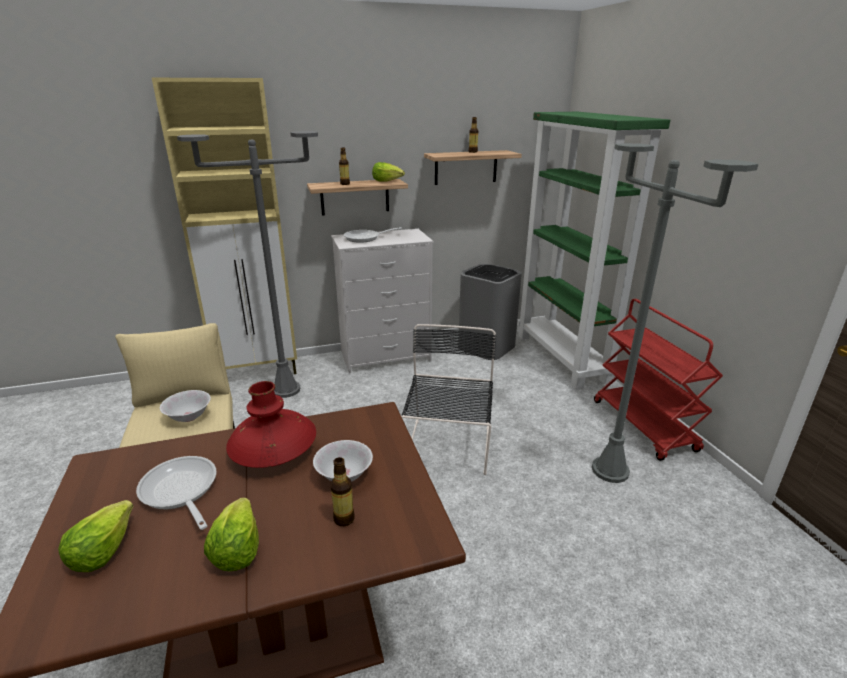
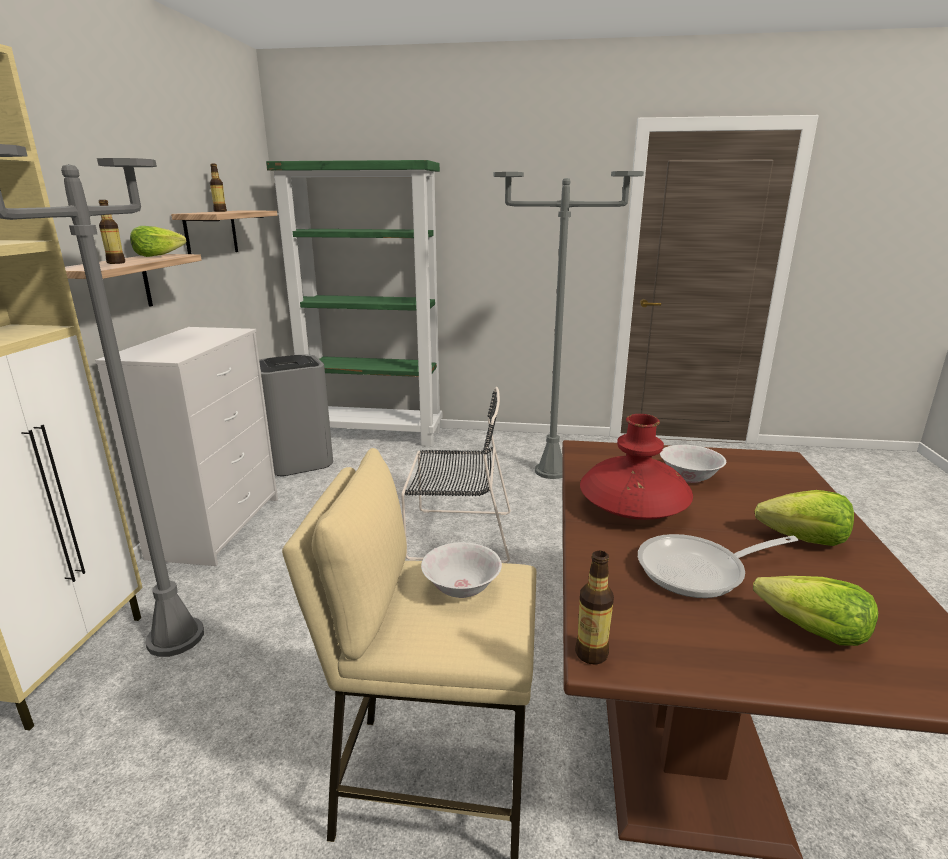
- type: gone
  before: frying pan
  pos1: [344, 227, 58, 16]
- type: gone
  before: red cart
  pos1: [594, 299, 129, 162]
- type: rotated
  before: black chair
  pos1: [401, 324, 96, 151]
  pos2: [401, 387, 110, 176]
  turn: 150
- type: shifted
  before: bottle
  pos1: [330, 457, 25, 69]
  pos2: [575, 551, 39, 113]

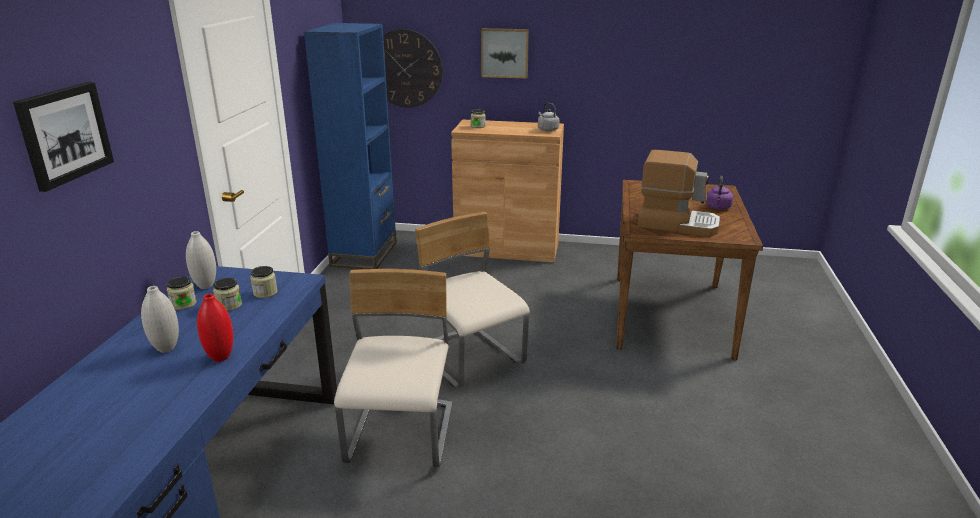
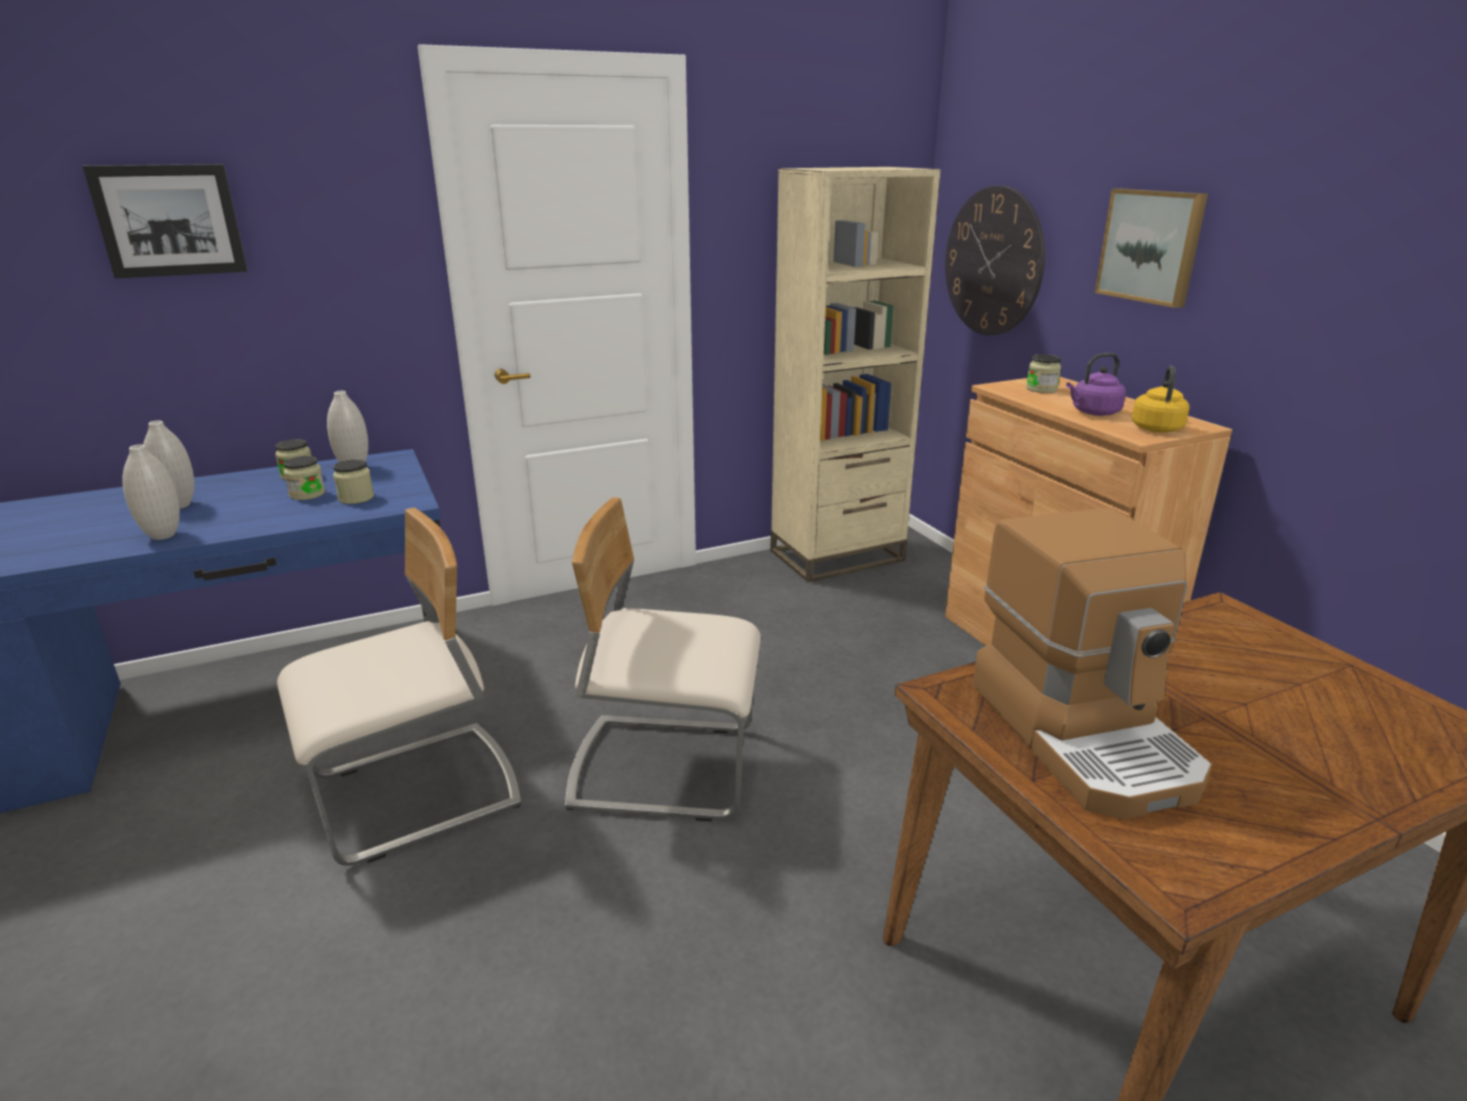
- type: repainted
  before: blue bookcase
  after: beige bookcase
  pos1: [304, 23, 93, 246]
  pos2: [771, 167, 170, 415]
- type: repainted
  before: grey kettle
  after: yellow kettle
  pos1: [538, 103, 22, 28]
  pos2: [1132, 366, 58, 67]
- type: shifted
  before: purple kettle
  pos1: [706, 176, 27, 34]
  pos2: [1066, 353, 60, 63]
- type: rotated
  before: beige chair
  pos1: [415, 212, 115, 177]
  pos2: [565, 497, 196, 324]
  turn: -105
- type: repainted
  before: red vase
  after: white vase
  pos1: [197, 294, 37, 68]
  pos2: [122, 445, 58, 95]

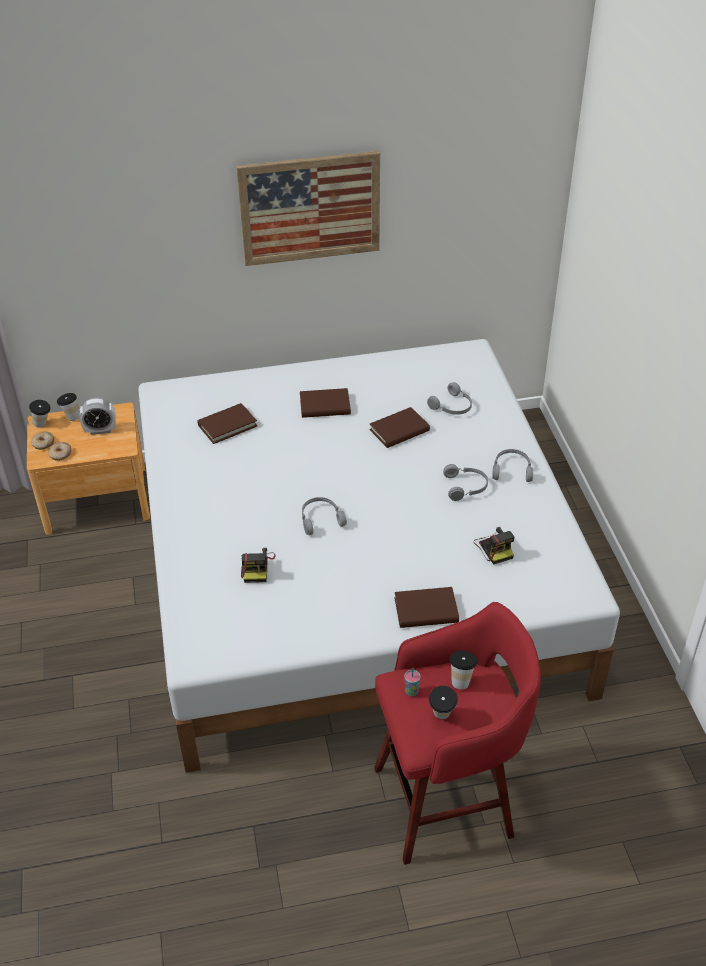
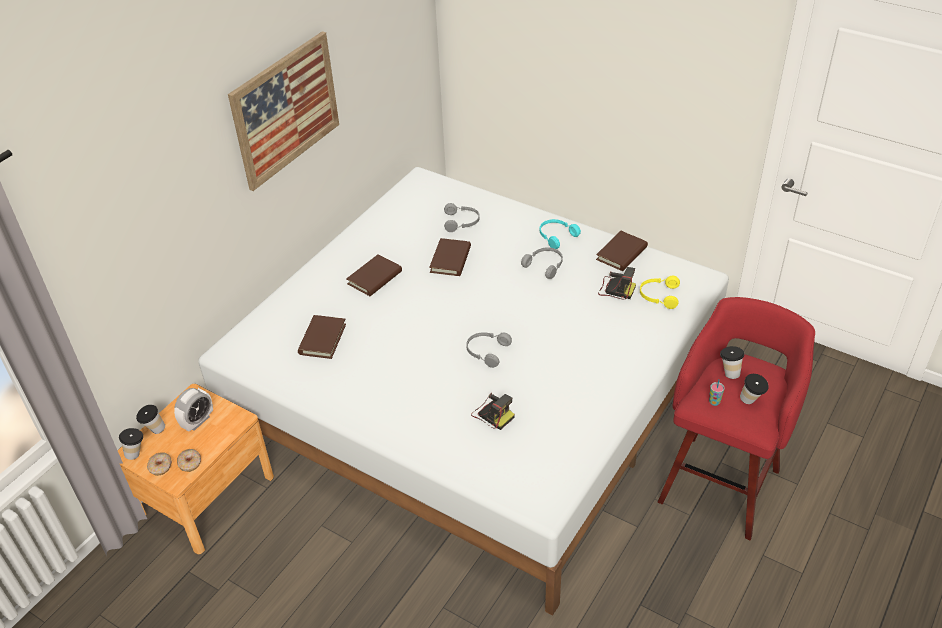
- type: repainted
  before: grey headphones
  after: turquoise headphones
  pos1: [492, 449, 41, 33]
  pos2: [540, 219, 41, 30]
- type: shifted
  before: brown book
  pos1: [395, 587, 64, 41]
  pos2: [596, 231, 52, 40]
- type: new
  after: yellow headphones
  pos2: [640, 276, 40, 33]

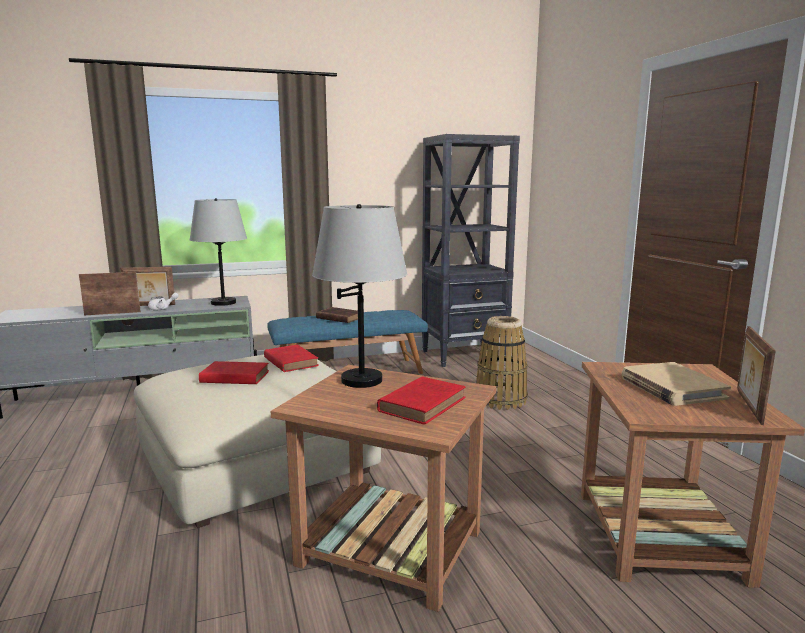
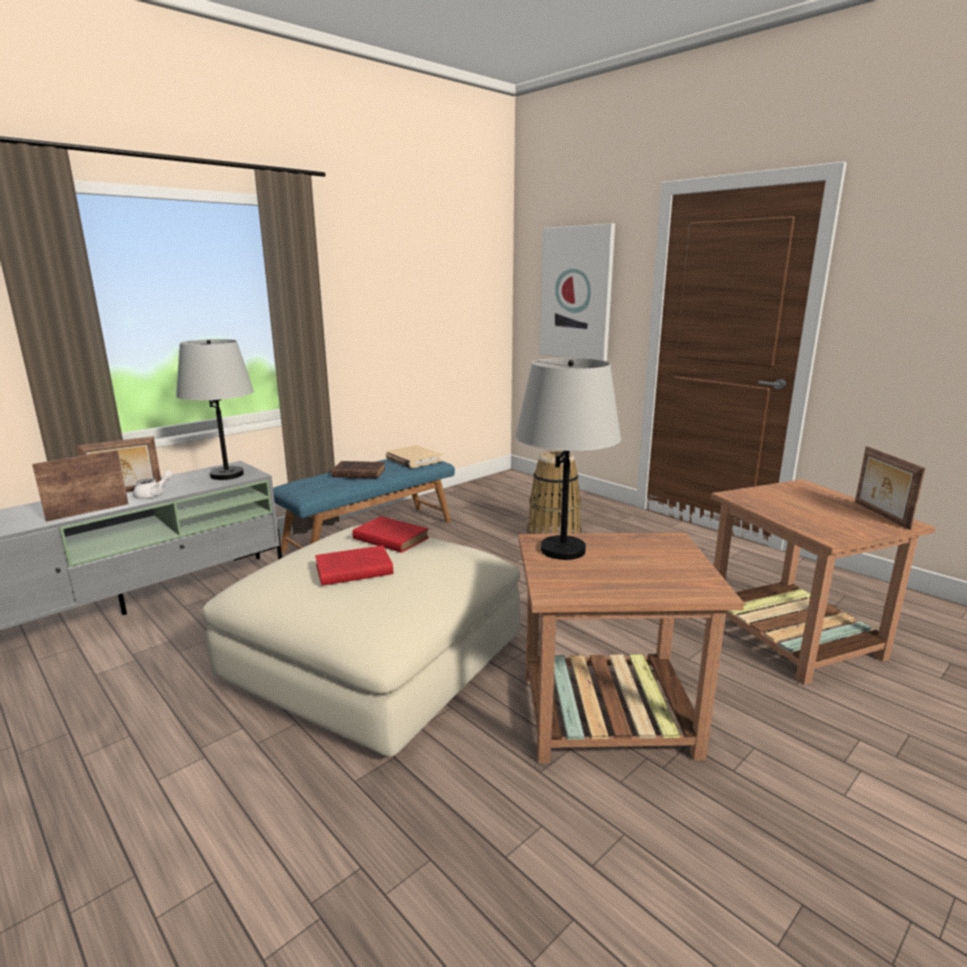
- type: gone
  before: black bookcase
  pos1: [422, 134, 98, 233]
- type: shifted
  before: beige book
  pos1: [622, 362, 109, 44]
  pos2: [386, 445, 56, 23]
- type: gone
  before: red book
  pos1: [377, 376, 89, 49]
- type: new
  after: picture
  pos2: [540, 223, 75, 138]

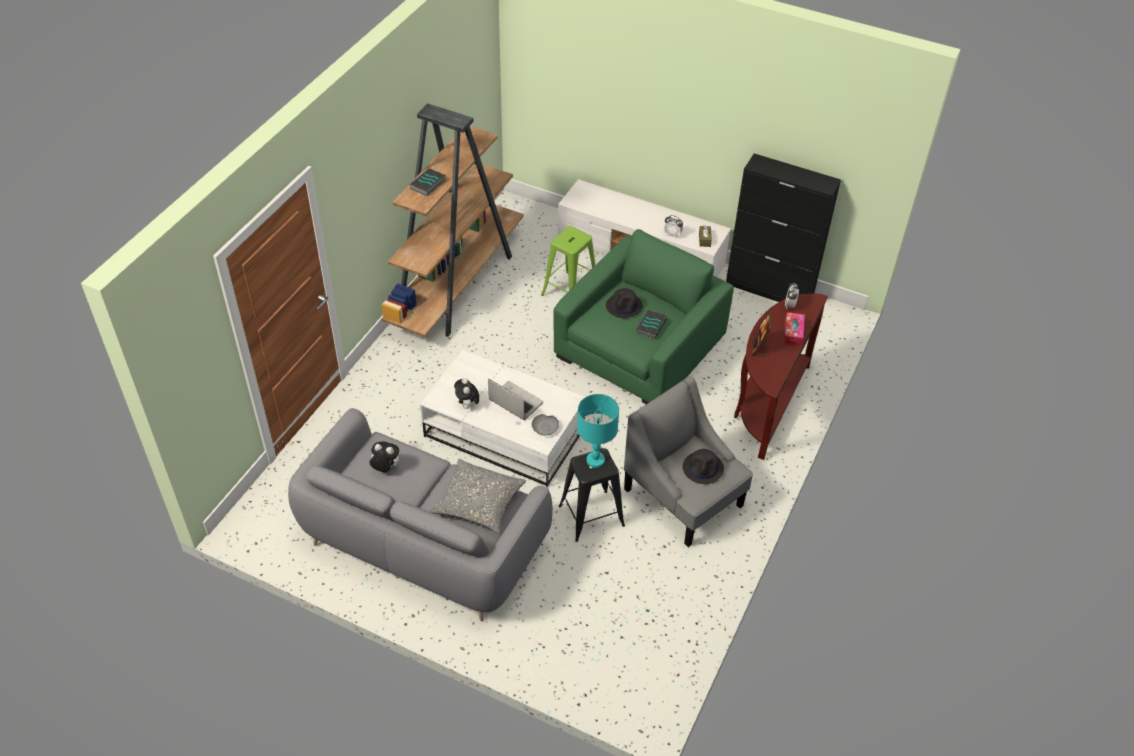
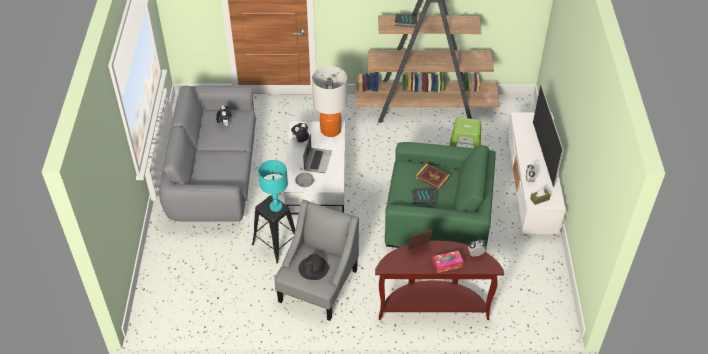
- type: gone
  before: black cabinet
  pos1: [726, 153, 115, 149]
- type: swapped
  before: black hat
  after: book
  pos1: [606, 288, 37, 30]
  pos2: [416, 163, 34, 27]
- type: gone
  before: grey pillow
  pos1: [430, 459, 96, 75]
- type: new
  after: table lamp
  pos2: [312, 66, 35, 71]
- type: new
  after: television
  pos2: [533, 84, 30, 104]

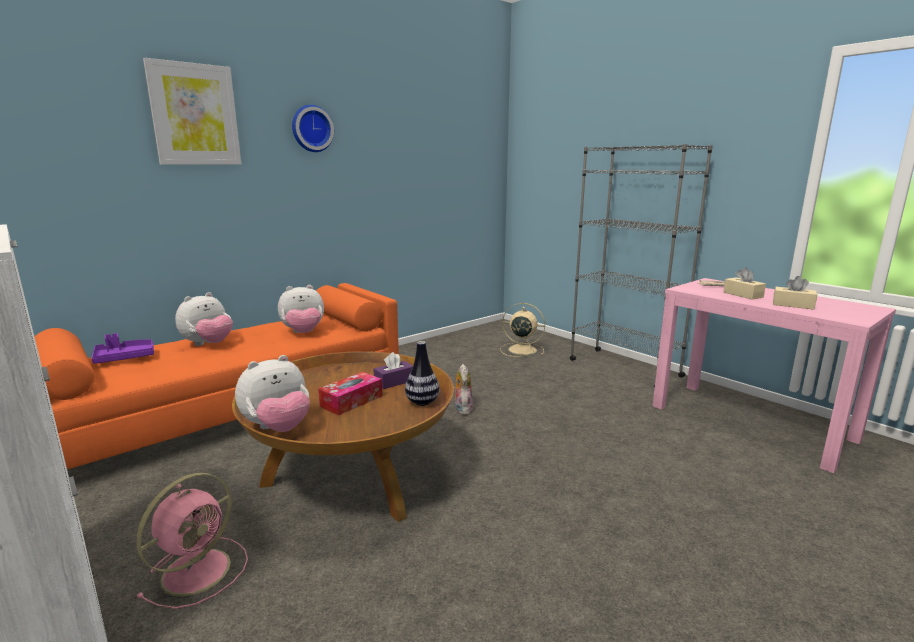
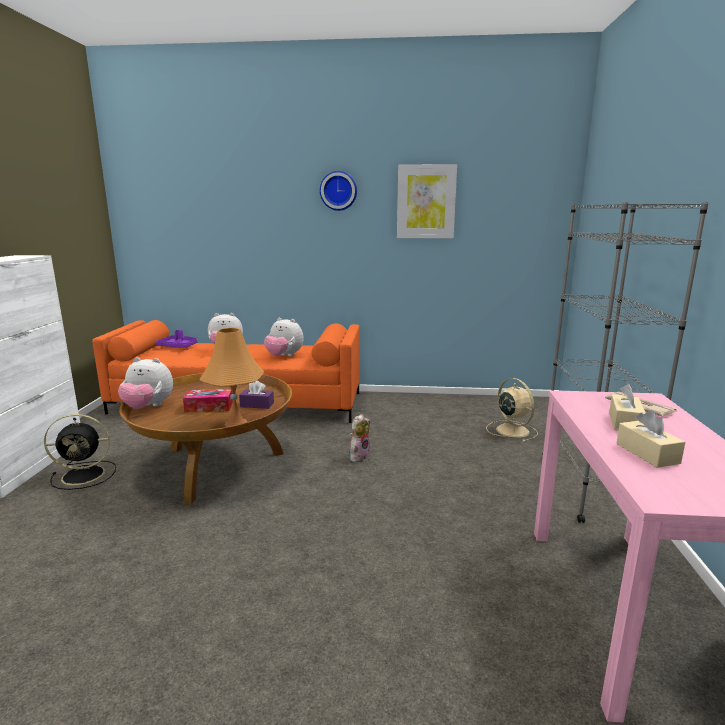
- type: shifted
  before: picture
  pos1: [143, 58, 98, 107]
  pos2: [397, 164, 60, 74]
- type: swapped
  before: vase
  after: orange table lamp
  pos1: [405, 341, 35, 65]
  pos2: [199, 328, 65, 99]
- type: repainted
  before: pink fan
  after: black fan
  pos1: [136, 473, 112, 136]
  pos2: [44, 414, 72, 76]

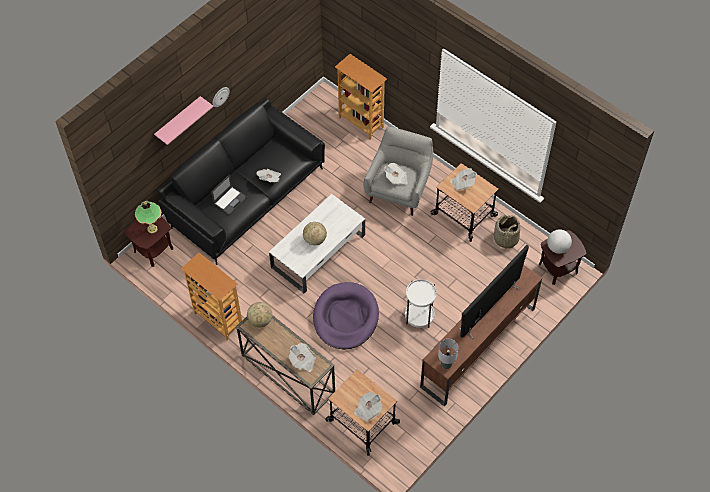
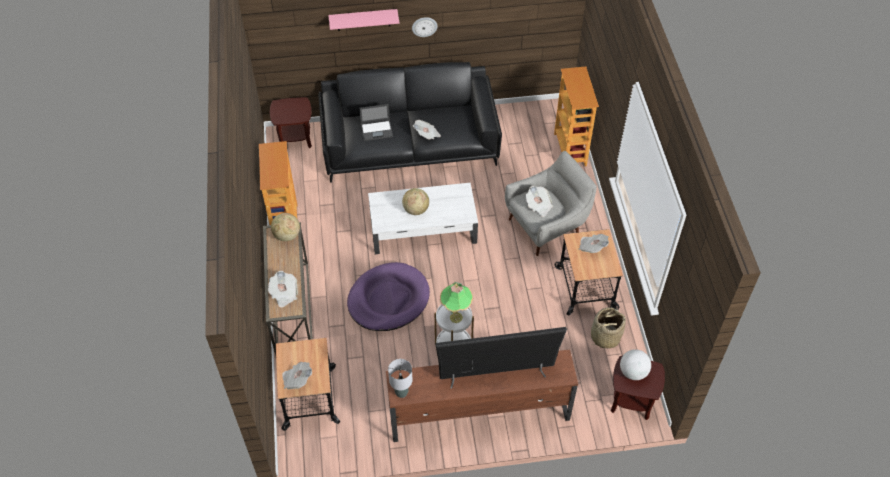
- type: shifted
  before: table lamp
  pos1: [135, 201, 27, 32]
  pos2: [440, 282, 33, 41]

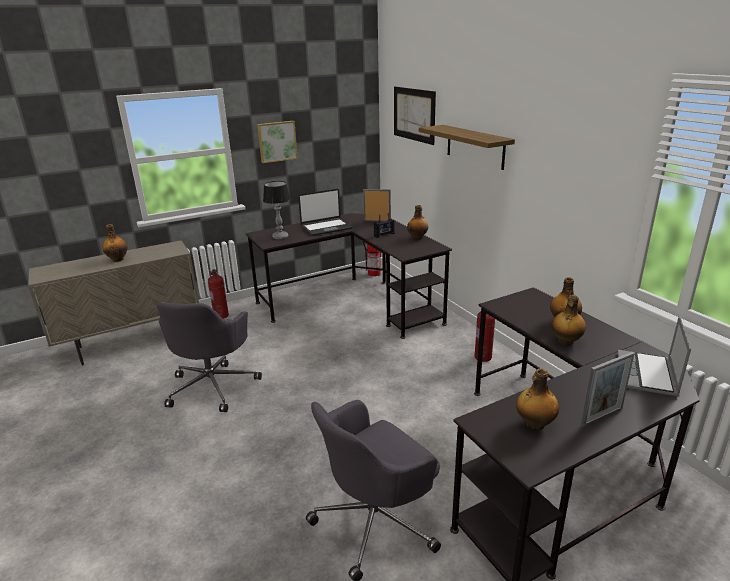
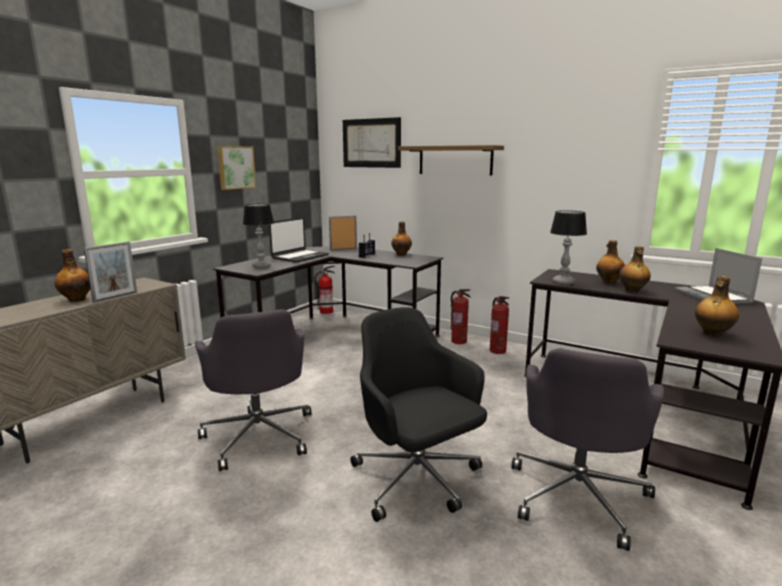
- type: shifted
  before: fire extinguisher
  pos1: [208, 269, 21, 50]
  pos2: [451, 289, 20, 55]
- type: shifted
  before: picture frame
  pos1: [581, 352, 54, 75]
  pos2: [84, 241, 53, 61]
- type: new
  after: table lamp
  pos2: [550, 210, 37, 75]
- type: new
  after: black office chair
  pos2: [350, 307, 137, 215]

